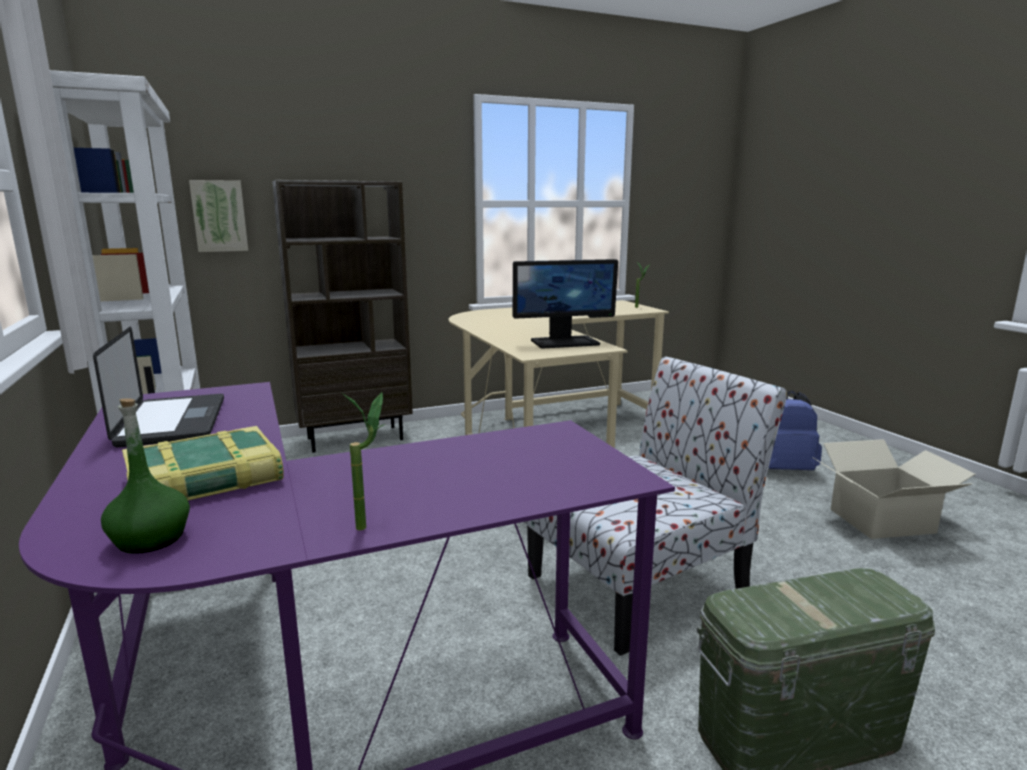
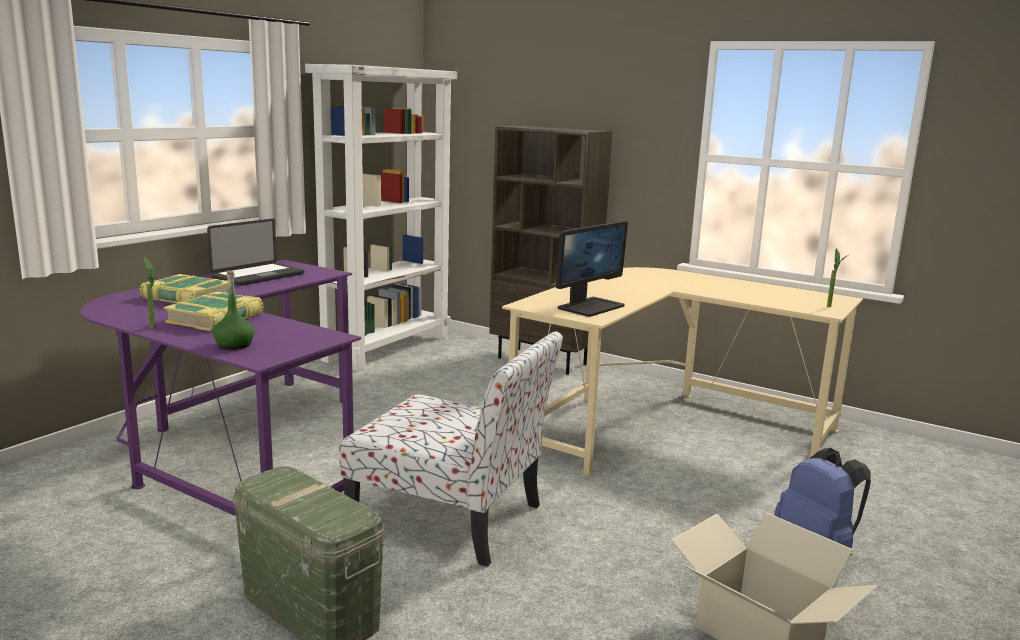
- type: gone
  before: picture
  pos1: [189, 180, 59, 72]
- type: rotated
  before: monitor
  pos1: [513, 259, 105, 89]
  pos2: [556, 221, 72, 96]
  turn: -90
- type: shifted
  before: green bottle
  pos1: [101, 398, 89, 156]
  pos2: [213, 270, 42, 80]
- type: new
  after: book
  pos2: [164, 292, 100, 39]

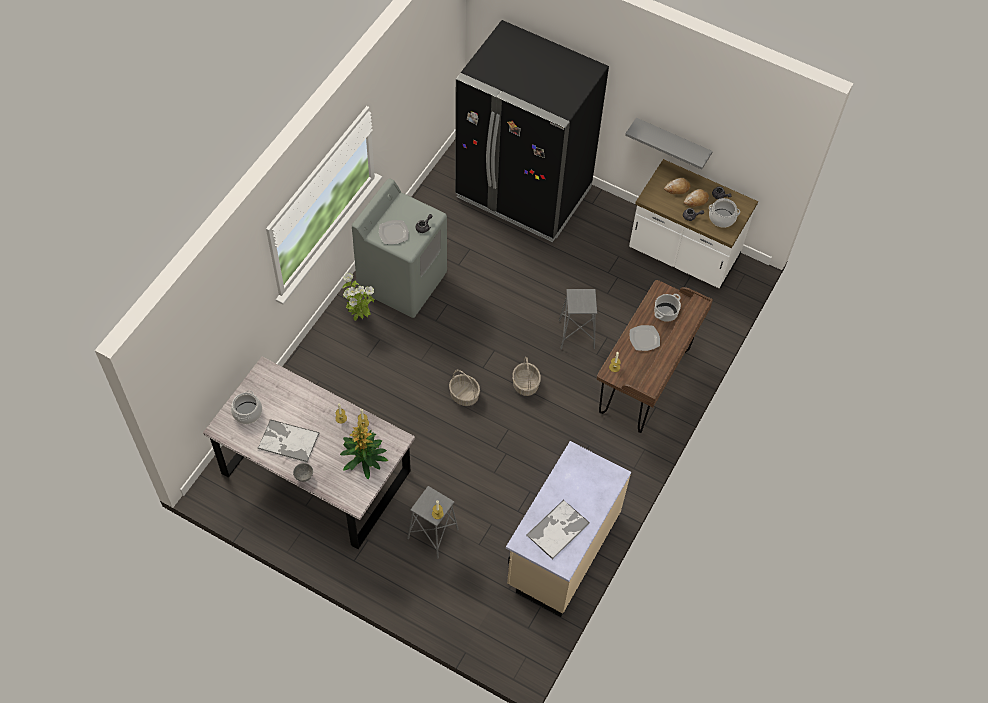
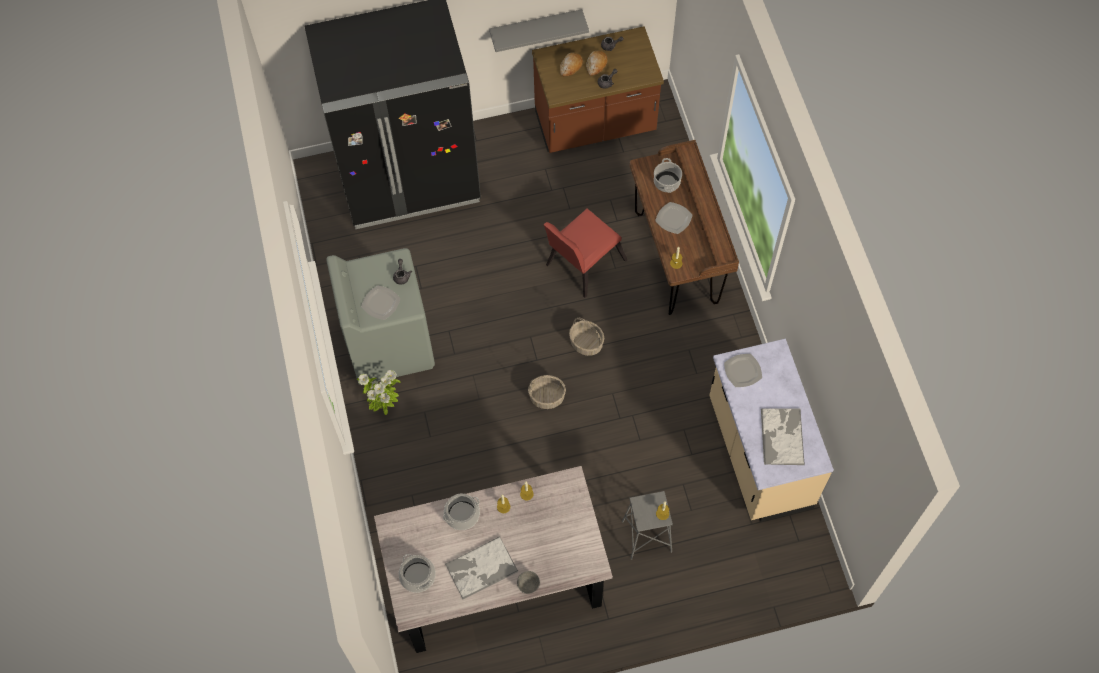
- type: repainted
  before: white counter
  after: brown counter
  pos1: [629, 159, 129, 129]
  pos2: [532, 26, 132, 127]
- type: shifted
  before: cooking pot
  pos1: [709, 198, 31, 30]
  pos2: [443, 494, 37, 36]
- type: swapped
  before: grey stool
  after: red chair
  pos1: [559, 289, 38, 60]
  pos2: [544, 208, 83, 90]
- type: gone
  before: potted plant
  pos1: [340, 424, 48, 56]
- type: new
  after: plate
  pos2: [724, 354, 38, 33]

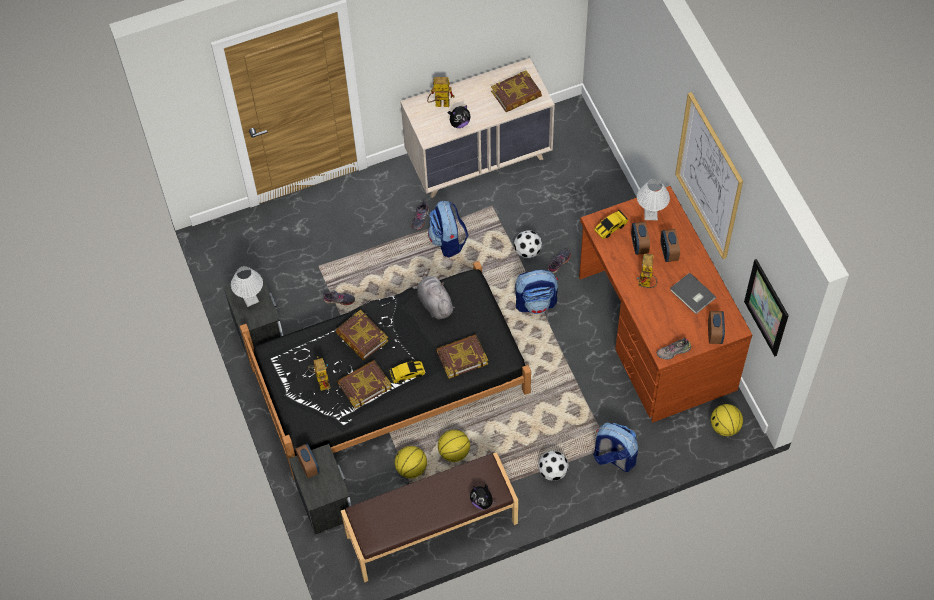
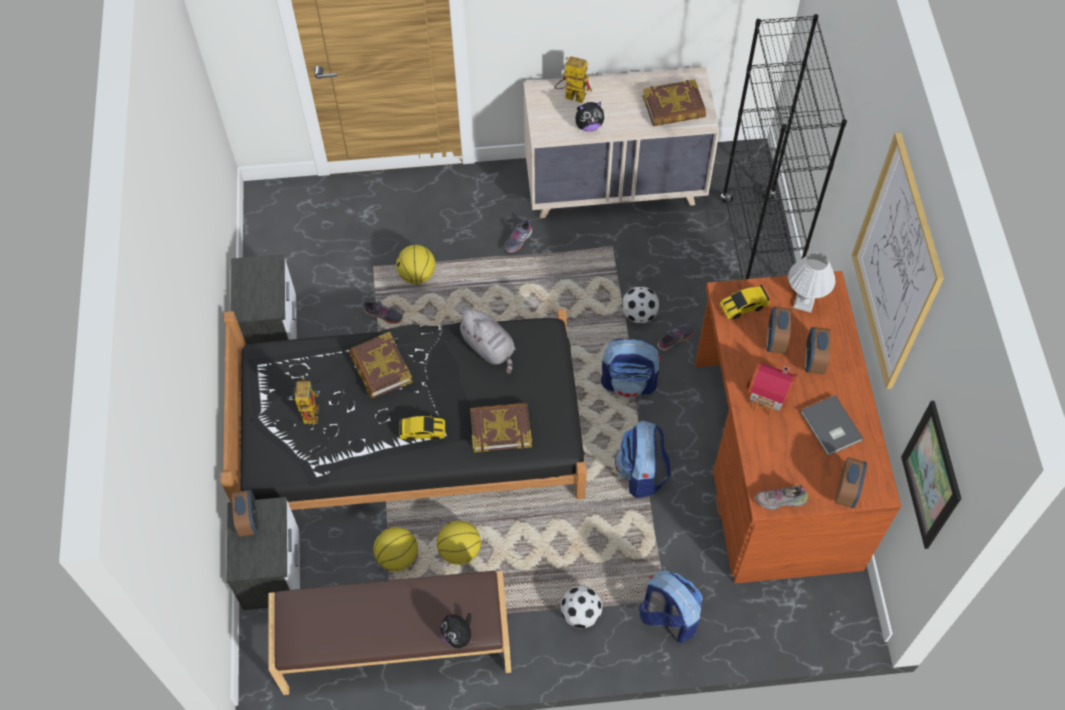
- type: shifted
  before: backpack
  pos1: [428, 201, 40, 56]
  pos2: [615, 421, 56, 77]
- type: swapped
  before: toy robot
  after: toy house
  pos1: [637, 254, 20, 34]
  pos2: [746, 361, 51, 55]
- type: gone
  before: white table lamp
  pos1: [231, 266, 32, 41]
- type: rotated
  before: grey plush toy
  pos1: [417, 269, 38, 50]
  pos2: [456, 308, 60, 66]
  turn: 150
- type: gone
  before: book
  pos1: [337, 360, 55, 49]
- type: shifted
  before: basketball
  pos1: [711, 404, 32, 32]
  pos2: [396, 245, 39, 39]
- type: new
  after: black bookcase
  pos2: [721, 14, 126, 266]

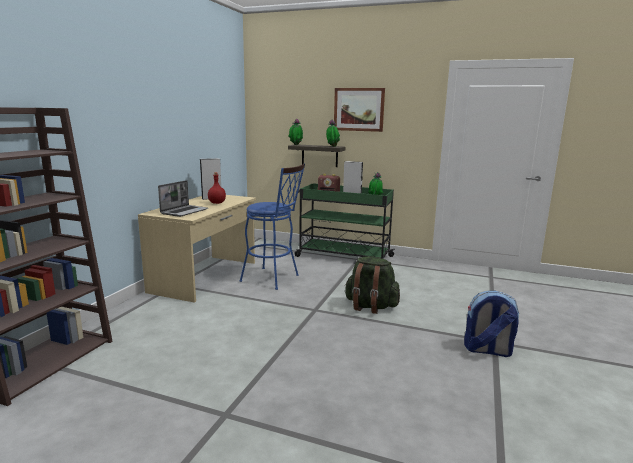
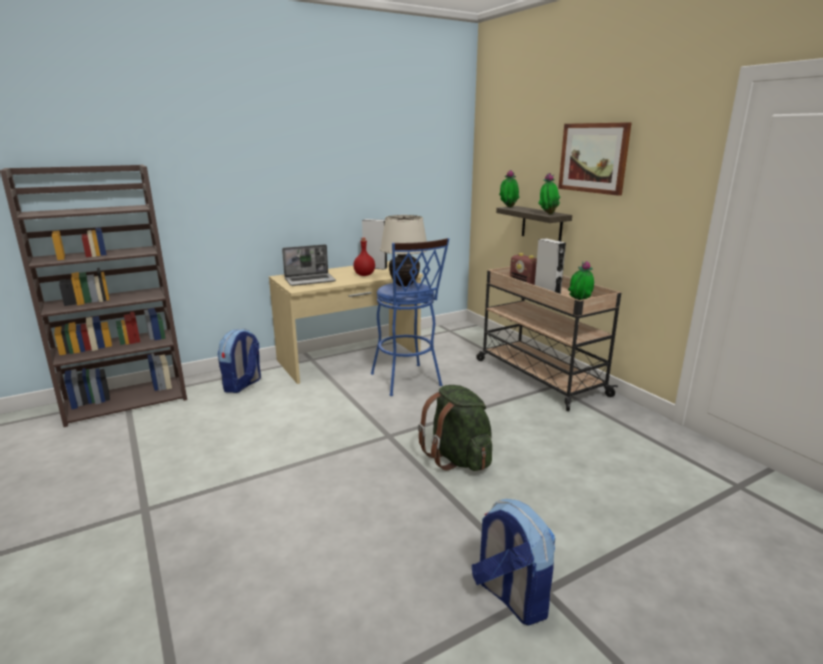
- type: repainted
  before: green cart
  after: beige cart
  pos1: [294, 183, 102, 76]
  pos2: [476, 266, 145, 145]
- type: new
  after: beige table lamp
  pos2: [380, 215, 48, 72]
- type: new
  after: backpack
  pos2: [218, 328, 43, 65]

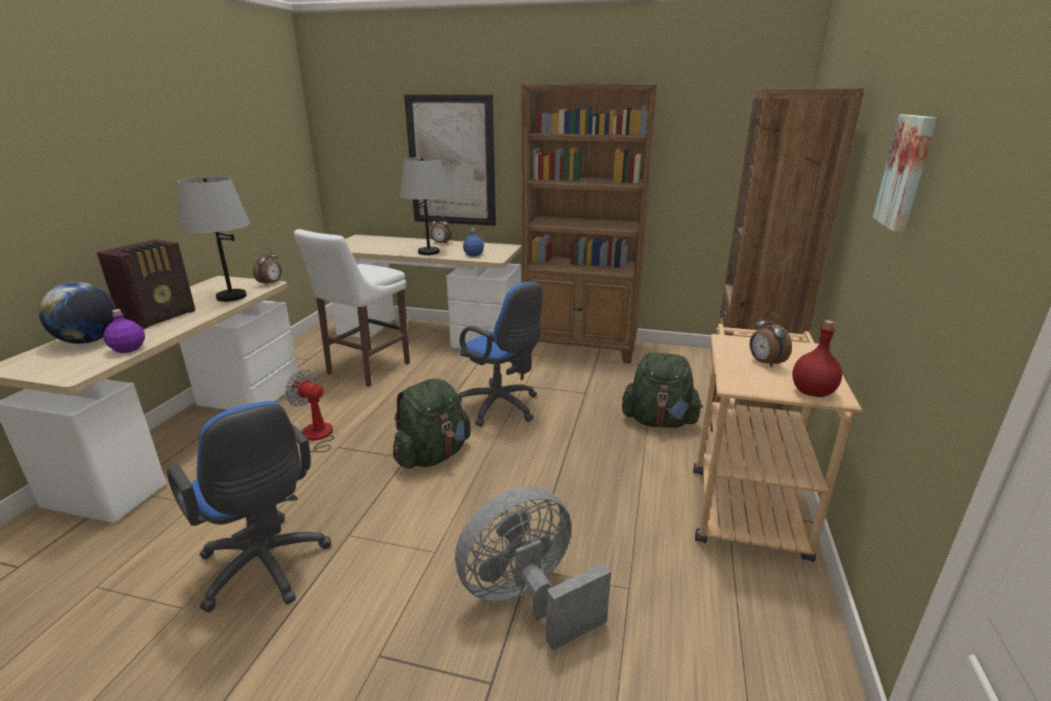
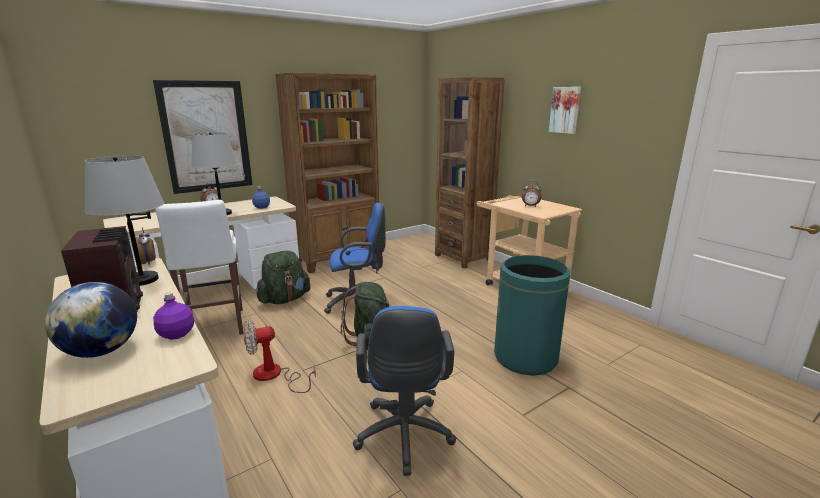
- type: gone
  before: red bottle
  pos1: [792, 320, 50, 77]
- type: shifted
  before: green backpack
  pos1: [622, 352, 81, 76]
  pos2: [257, 251, 53, 53]
- type: rotated
  before: blue office chair
  pos1: [167, 401, 165, 211]
  pos2: [353, 306, 103, 170]
  turn: 90
- type: swapped
  before: grey fan
  after: green trash can
  pos1: [455, 486, 156, 164]
  pos2: [494, 255, 76, 121]

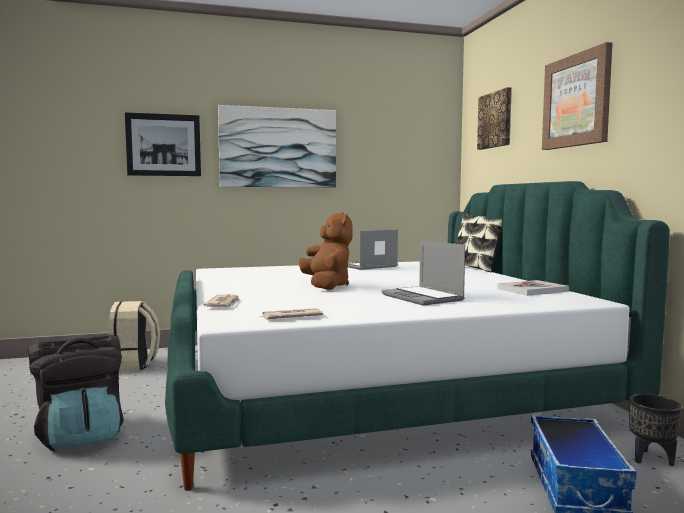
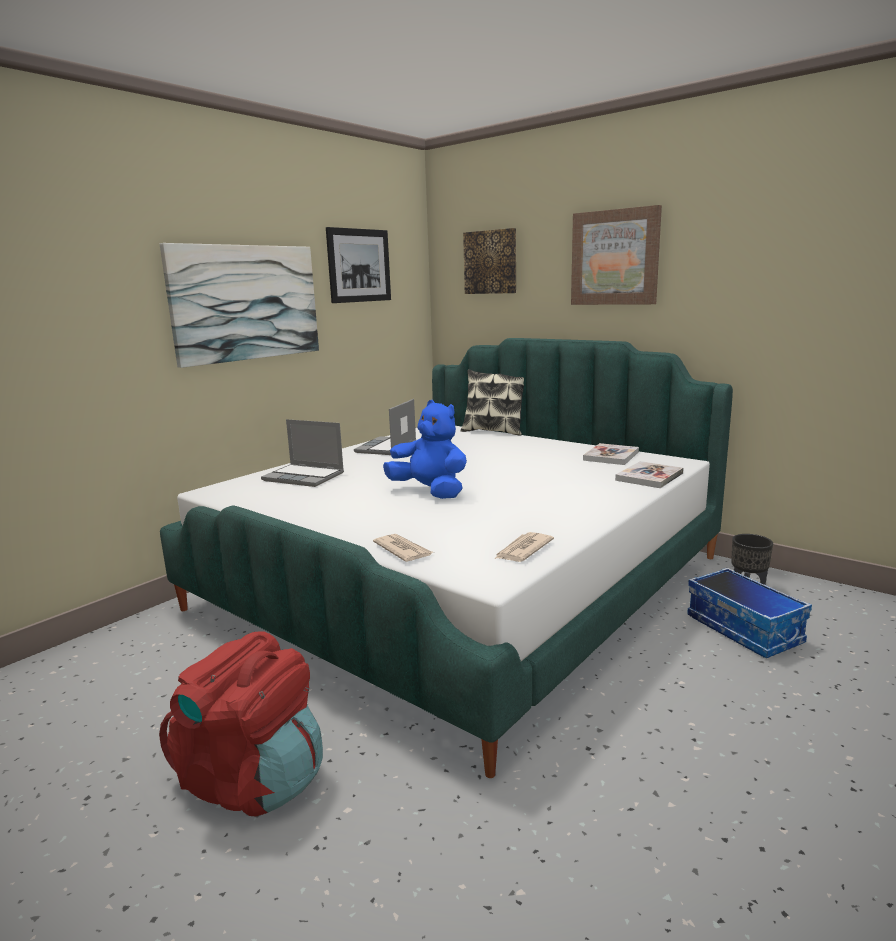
- type: shifted
  before: picture
  pos1: [125, 112, 76, 64]
  pos2: [326, 227, 65, 76]
- type: repainted
  before: brown plush toy
  after: blue plush toy
  pos1: [299, 212, 54, 78]
  pos2: [383, 400, 84, 99]
- type: shifted
  before: laptop
  pos1: [382, 240, 83, 66]
  pos2: [261, 419, 83, 68]
- type: gone
  before: beige backpack
  pos1: [108, 301, 52, 71]
- type: repainted
  before: black backpack
  after: red backpack
  pos1: [29, 335, 95, 116]
  pos2: [159, 632, 164, 184]
- type: new
  after: book
  pos2: [615, 461, 69, 27]

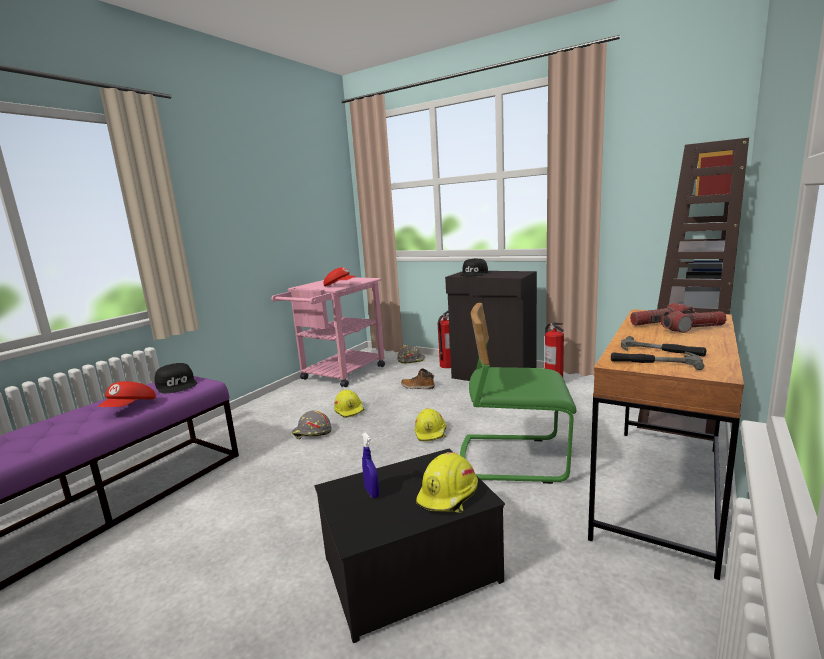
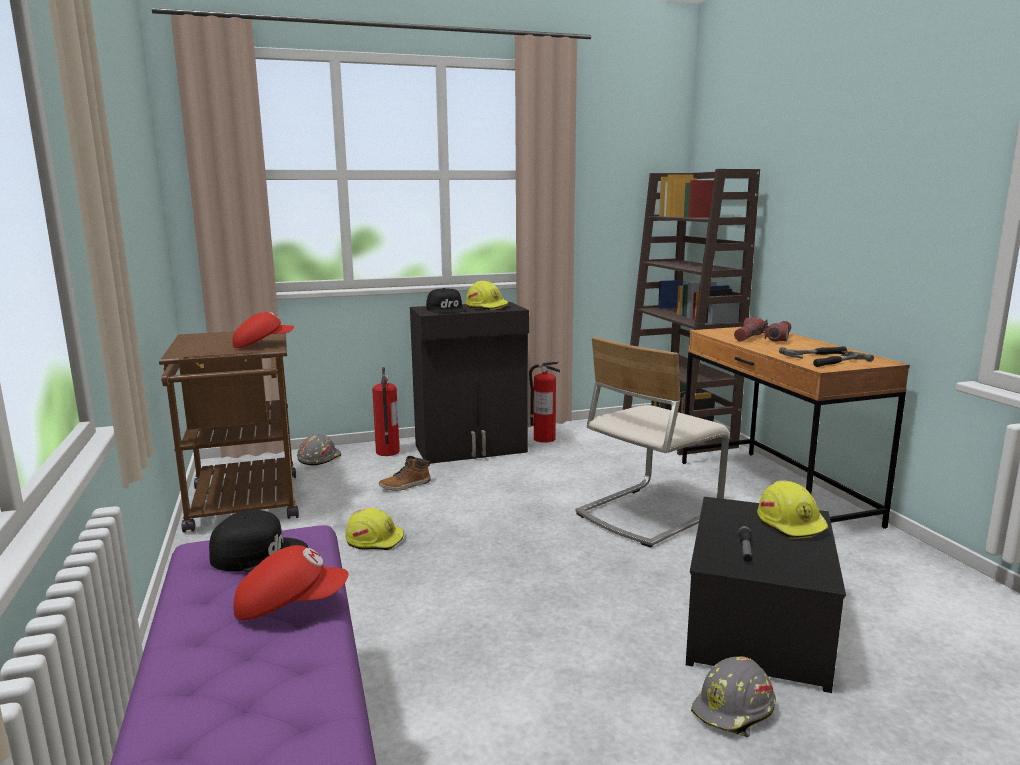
- type: repainted
  before: pink cart
  after: brown cart
  pos1: [271, 277, 114, 110]
  pos2: [159, 331, 140, 202]
- type: repainted
  before: green chair
  after: beige chair
  pos1: [460, 303, 116, 181]
  pos2: [575, 337, 155, 211]
- type: rotated
  before: red cap
  pos1: [98, 381, 58, 26]
  pos2: [233, 545, 116, 75]
  turn: -60
- type: shifted
  before: yellow hard hat
  pos1: [415, 408, 31, 33]
  pos2: [466, 281, 43, 29]
- type: shifted
  before: grey hard hat
  pos1: [292, 411, 40, 28]
  pos2: [691, 657, 85, 80]
- type: swapped
  before: blue spray bottle
  after: flashlight
  pos1: [362, 432, 17, 66]
  pos2: [738, 525, 14, 37]

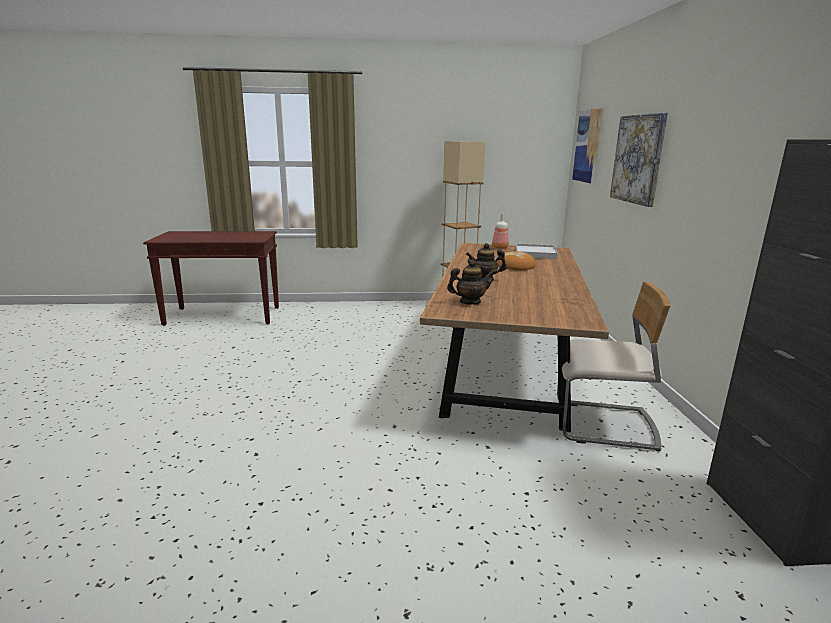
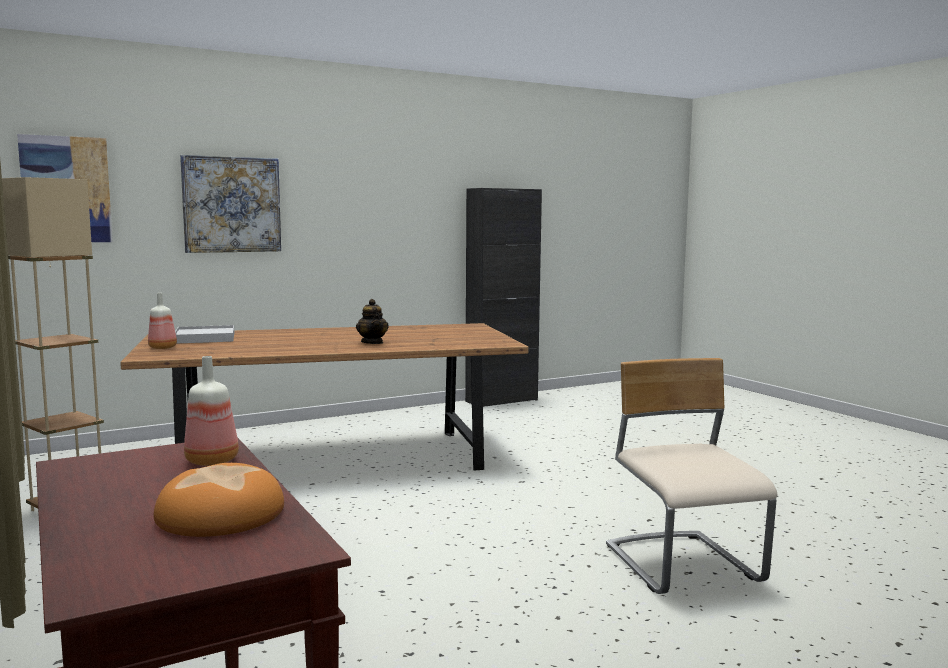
- type: shifted
  before: bread
  pos1: [496, 251, 39, 19]
  pos2: [153, 463, 131, 74]
- type: gone
  before: teapot
  pos1: [447, 260, 48, 45]
- type: shifted
  before: beige chair
  pos1: [557, 281, 114, 171]
  pos2: [606, 358, 172, 236]
- type: new
  after: bottle
  pos2: [184, 356, 55, 110]

